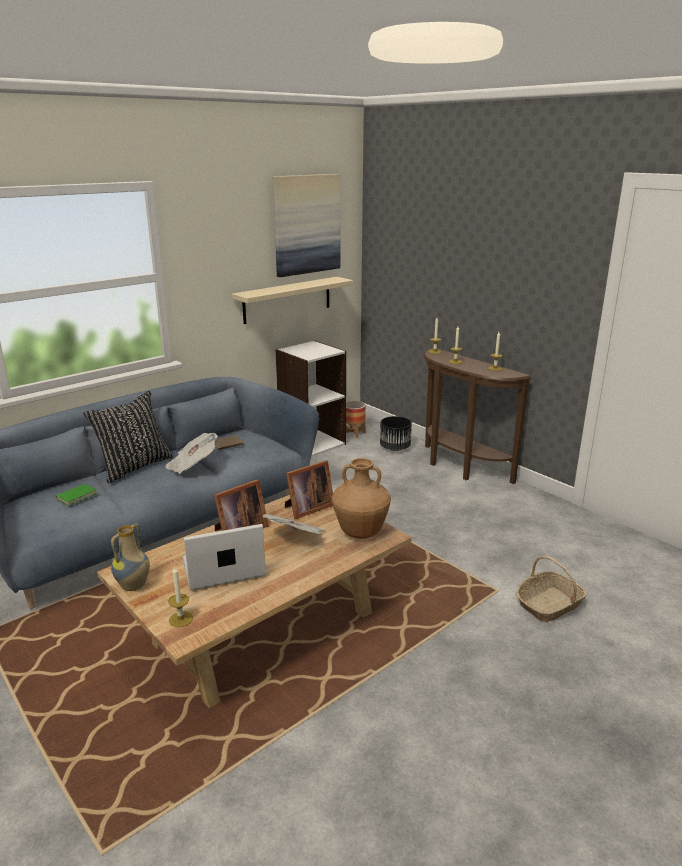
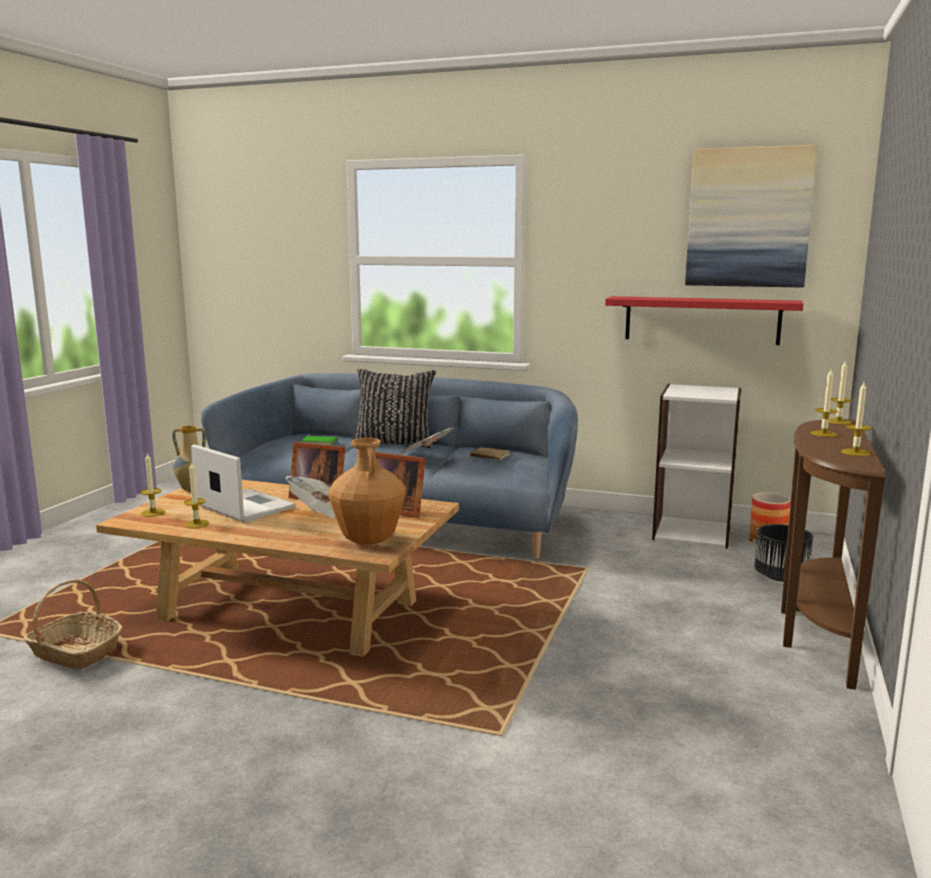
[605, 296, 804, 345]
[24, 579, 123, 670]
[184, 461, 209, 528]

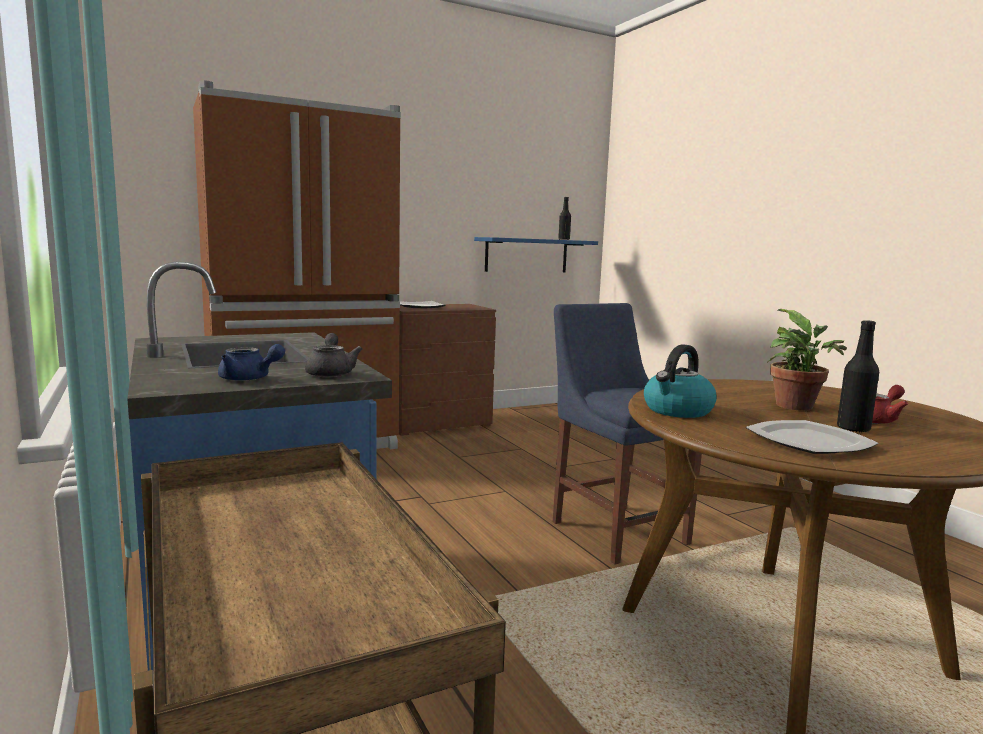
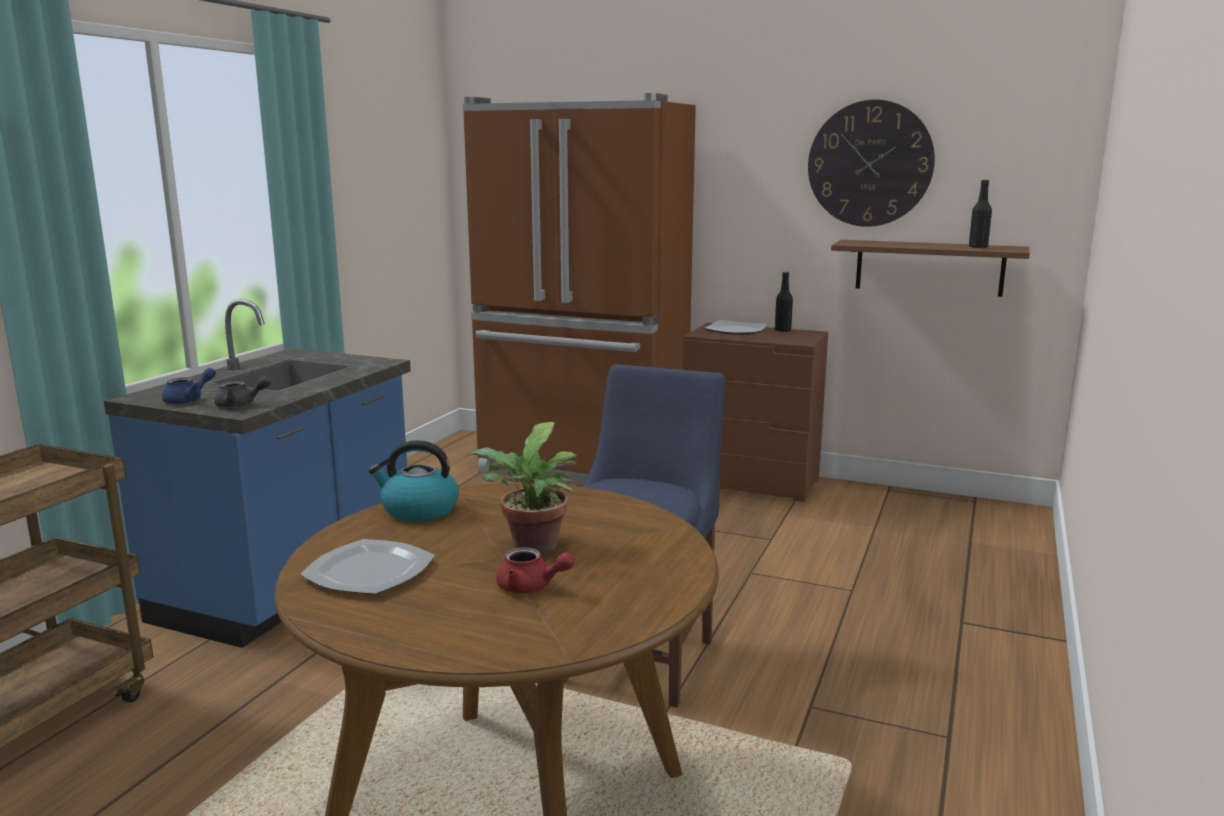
[162, 368, 216, 404]
[215, 376, 271, 408]
[831, 240, 1030, 297]
[775, 272, 793, 332]
[808, 100, 935, 227]

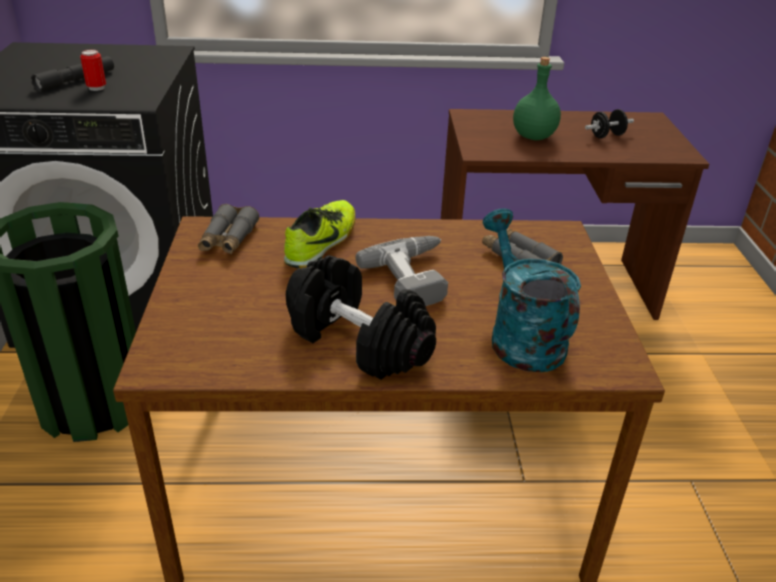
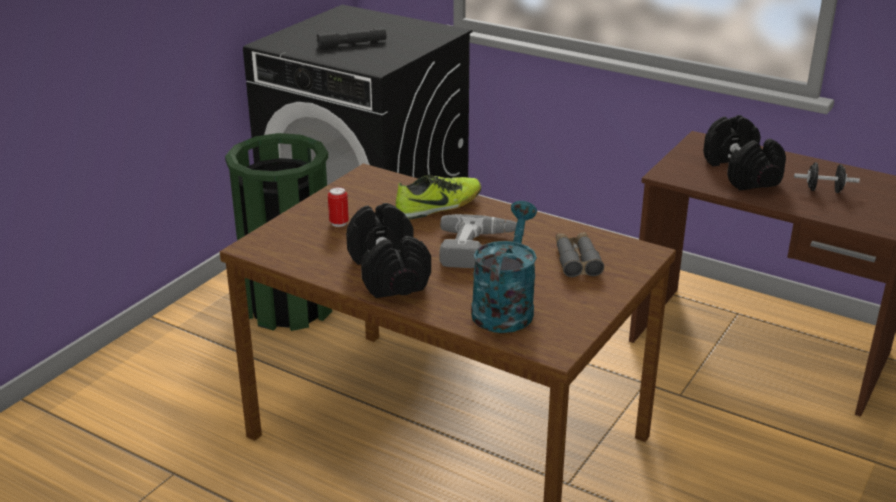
[328, 187, 349, 227]
[198, 204, 259, 254] (first image)
[703, 115, 786, 190]

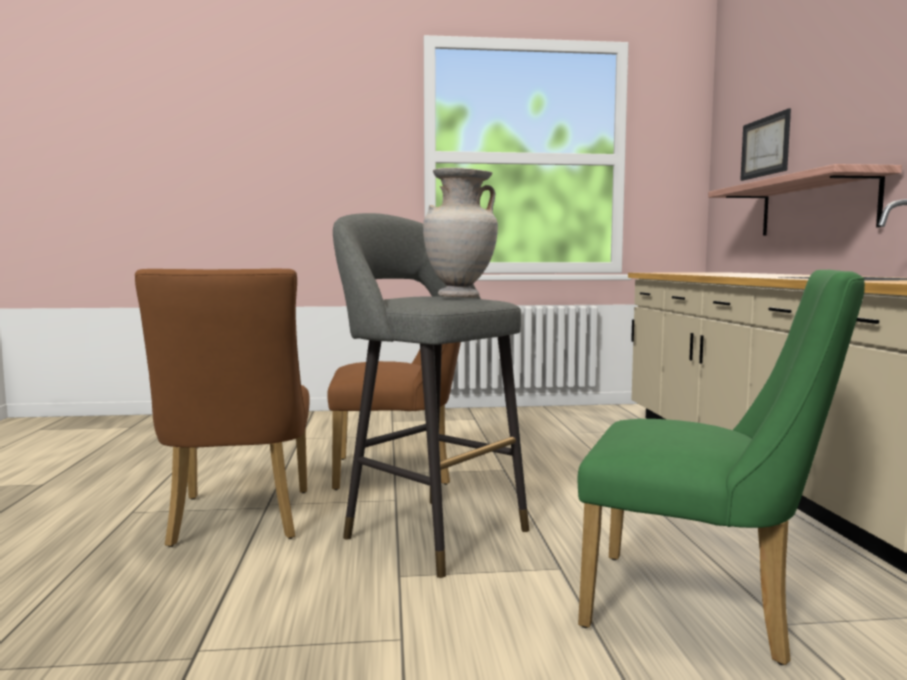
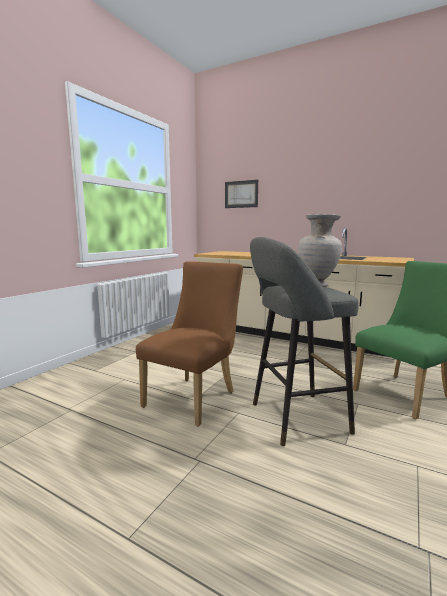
[135, 268, 310, 547] (first image)
[708, 164, 902, 236] (first image)

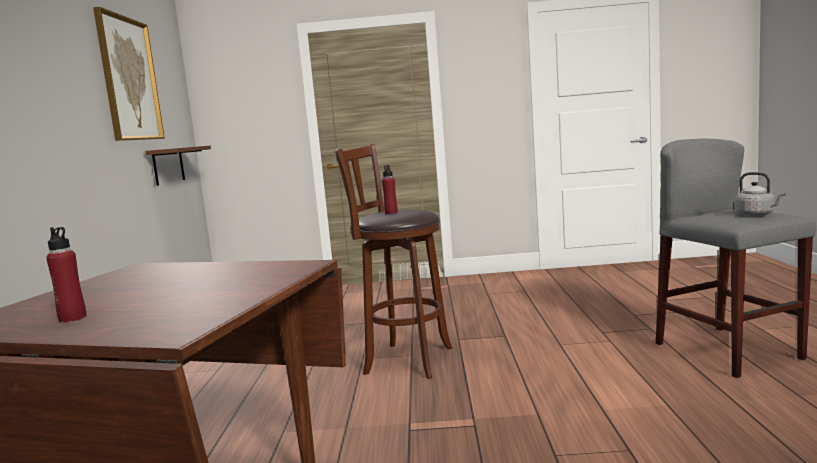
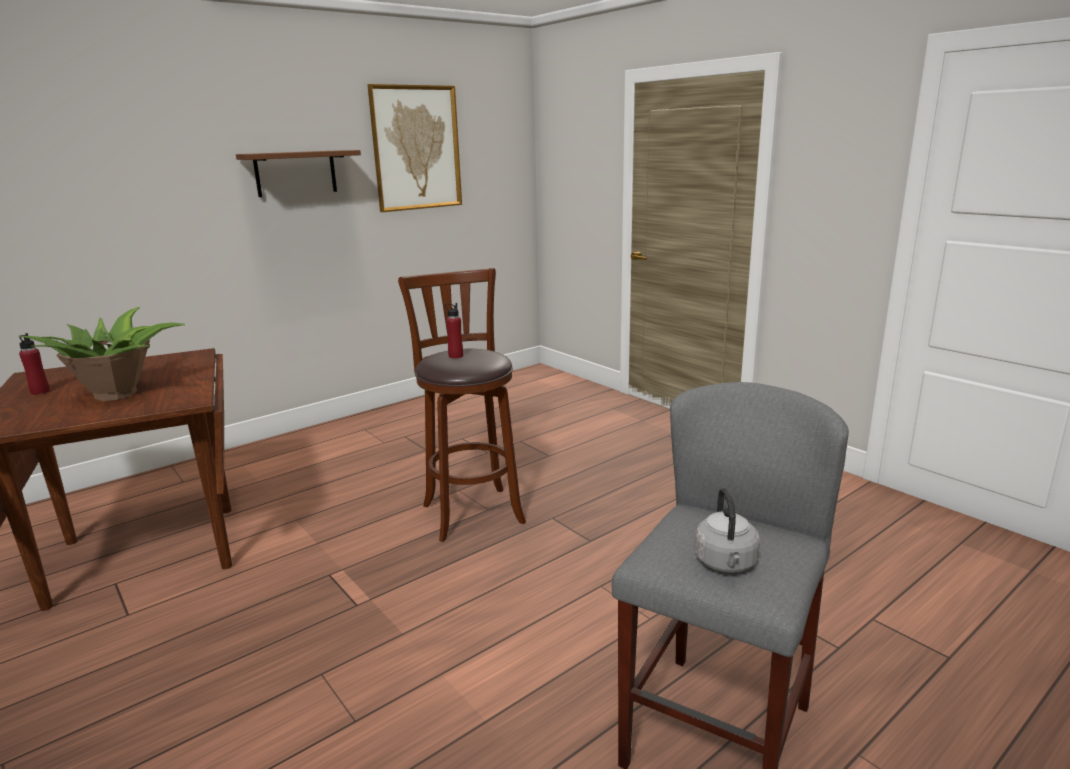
[236, 150, 361, 197]
[19, 307, 185, 401]

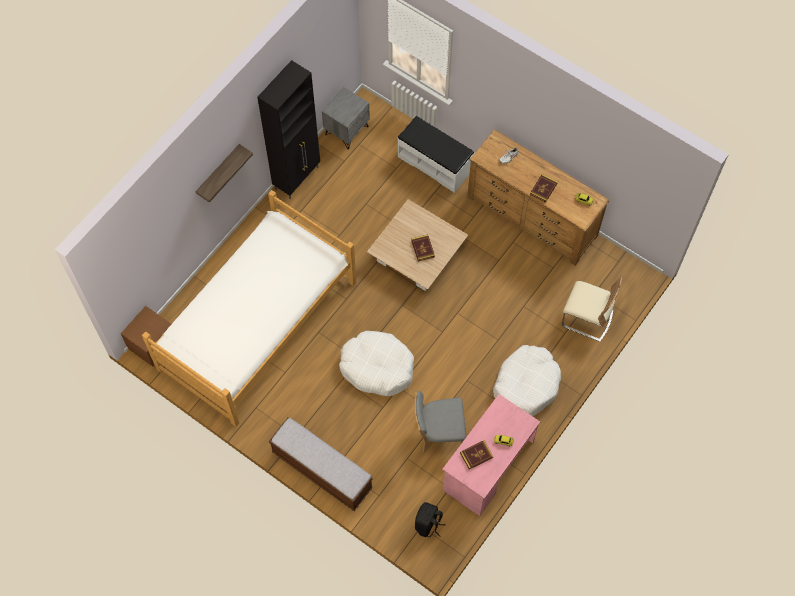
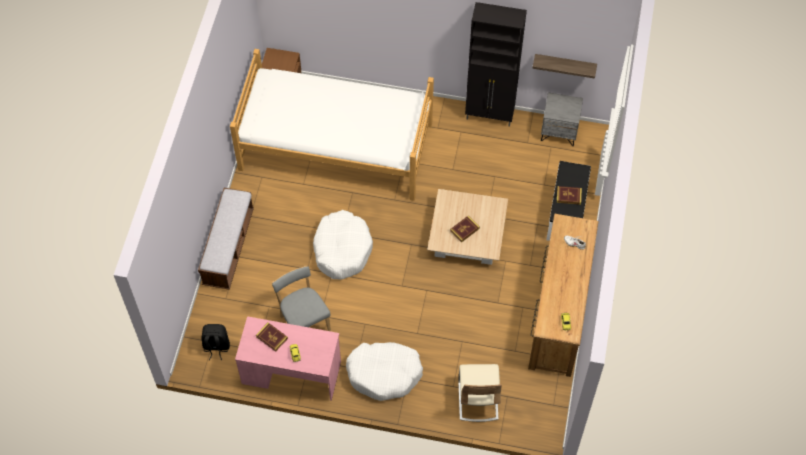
[532, 54, 597, 79]
[557, 186, 582, 205]

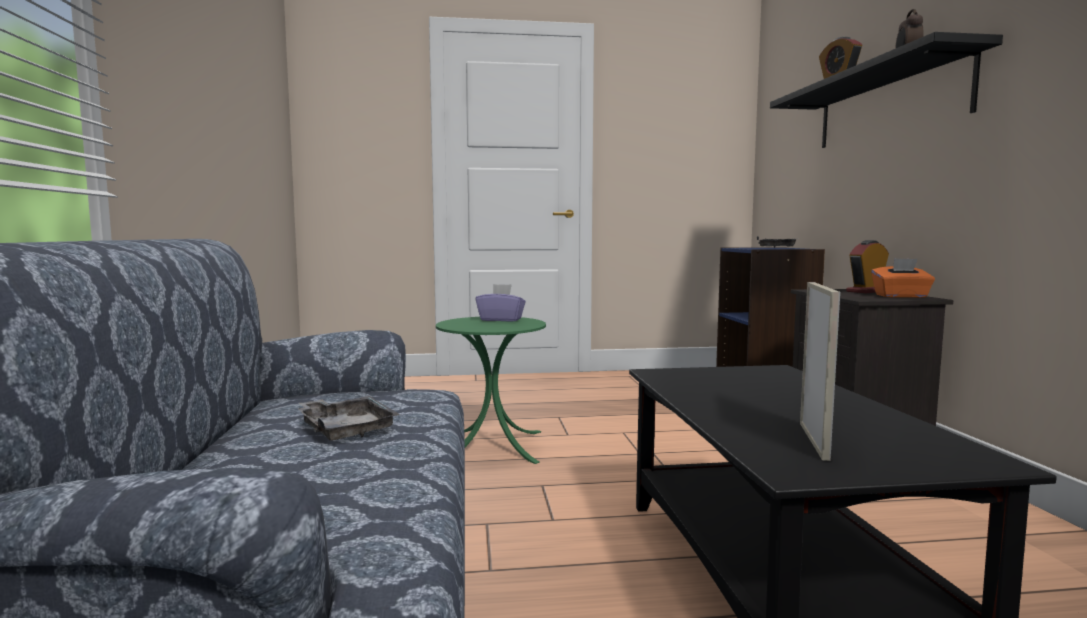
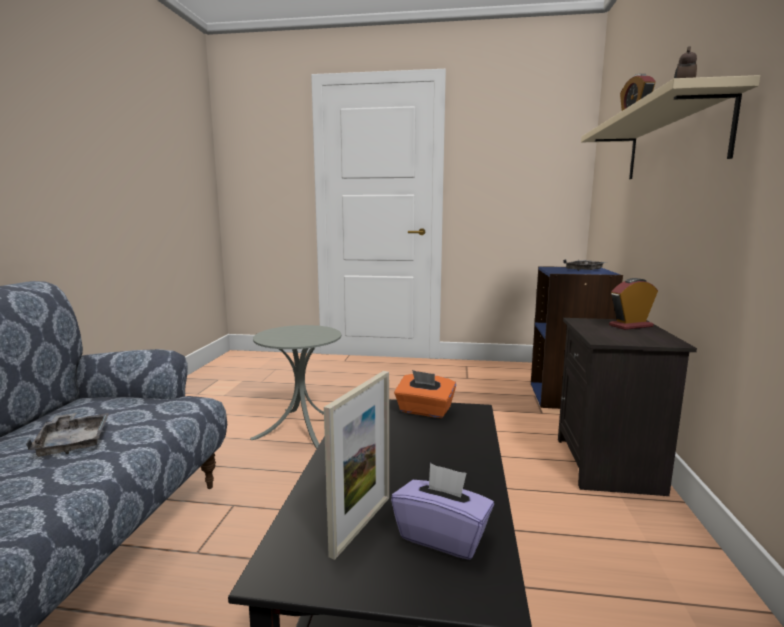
[250, 325, 341, 449]
[391, 463, 494, 560]
[581, 75, 760, 179]
[394, 370, 456, 418]

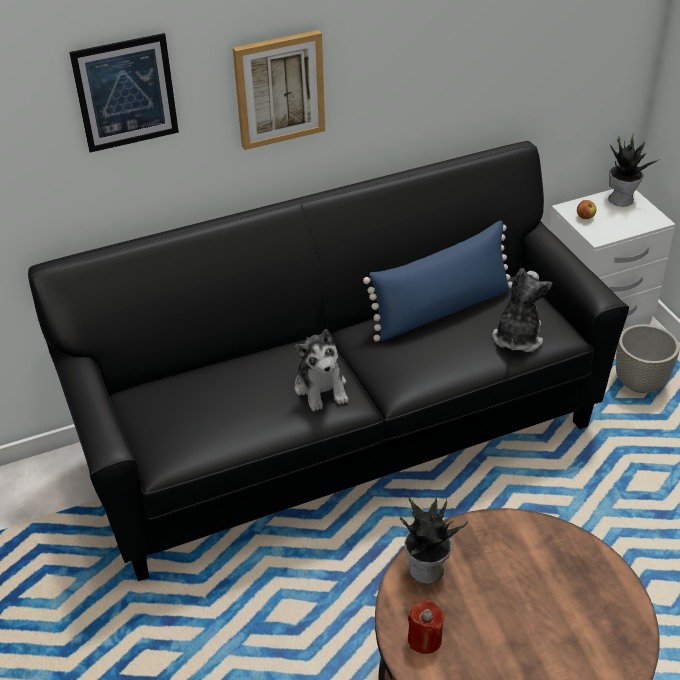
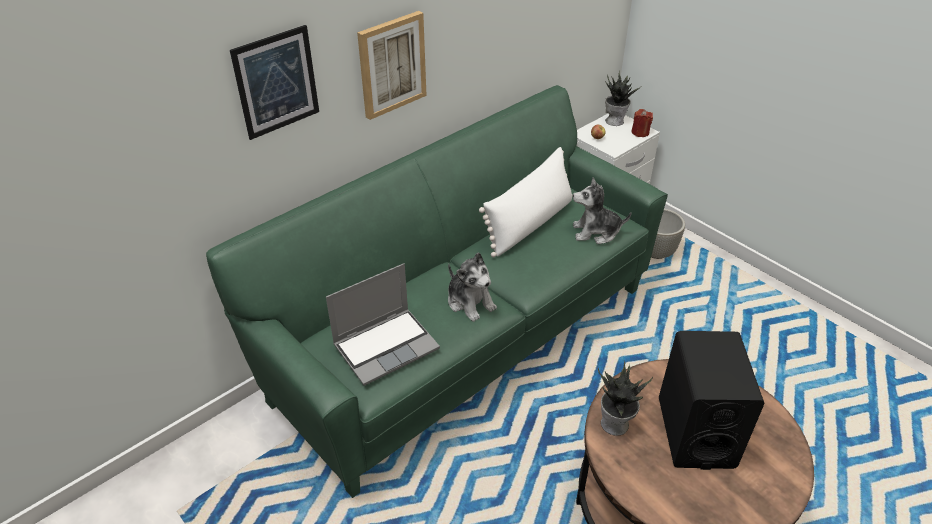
[206, 85, 668, 498]
[479, 147, 573, 257]
[631, 109, 653, 137]
[573, 177, 632, 244]
[326, 263, 440, 386]
[659, 331, 765, 470]

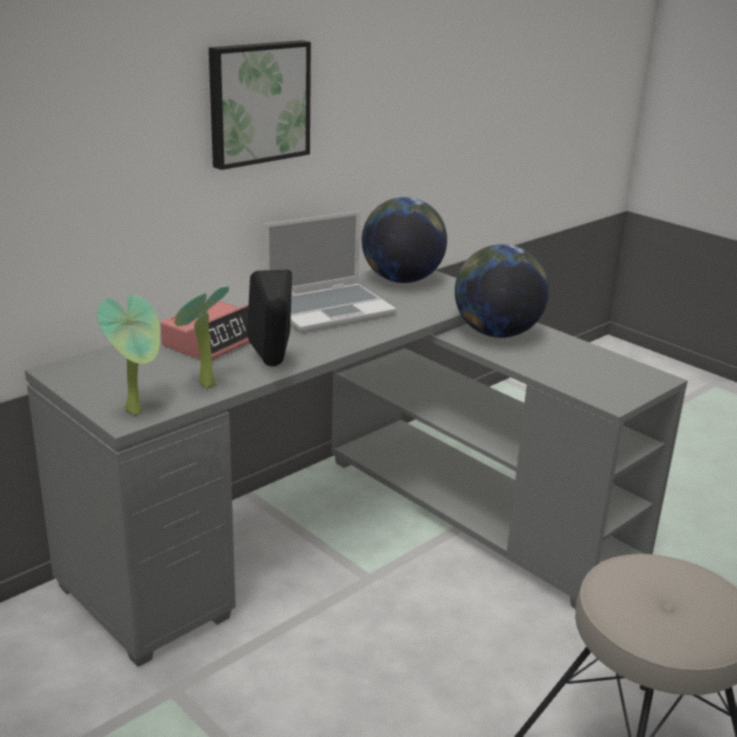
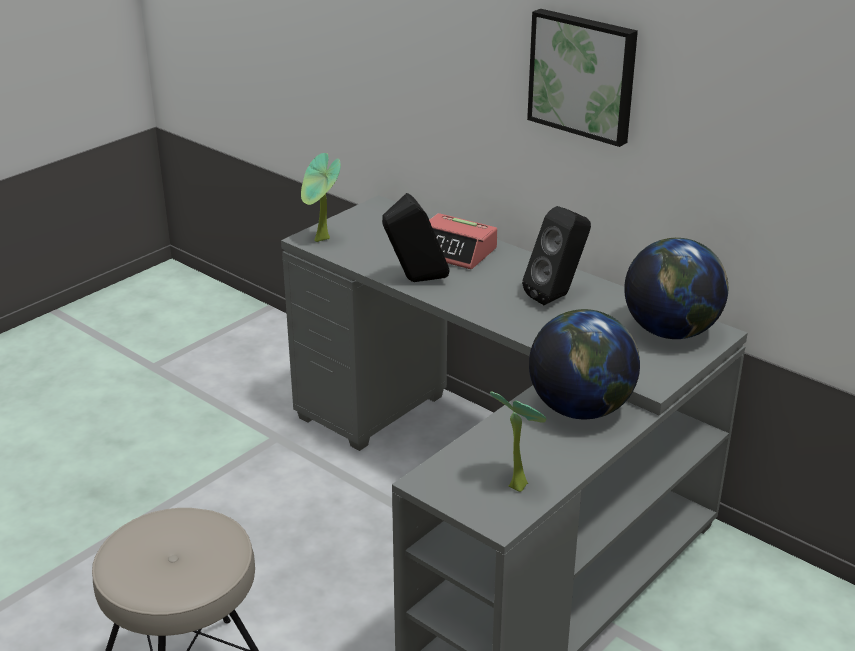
[490, 392, 547, 492]
[522, 206, 591, 305]

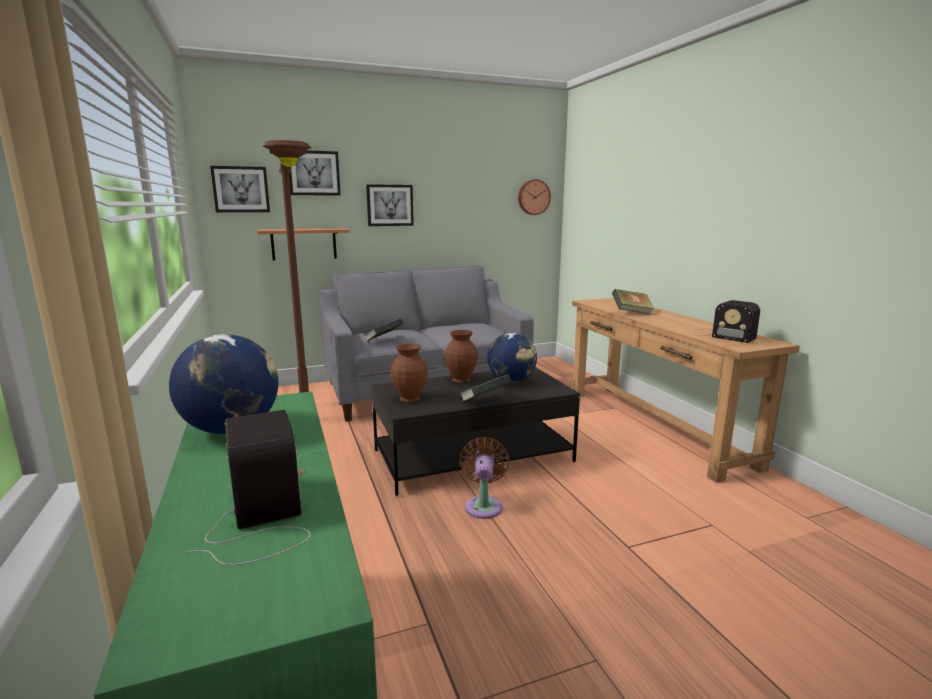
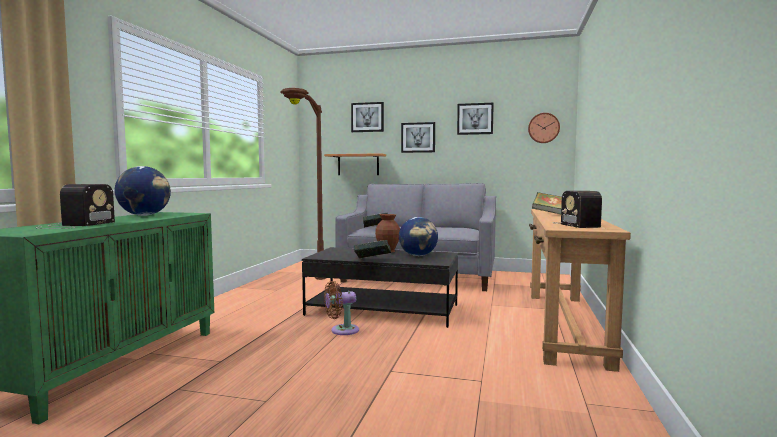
[457, 103, 494, 135]
[390, 343, 428, 402] (first image)
[324, 281, 359, 335]

